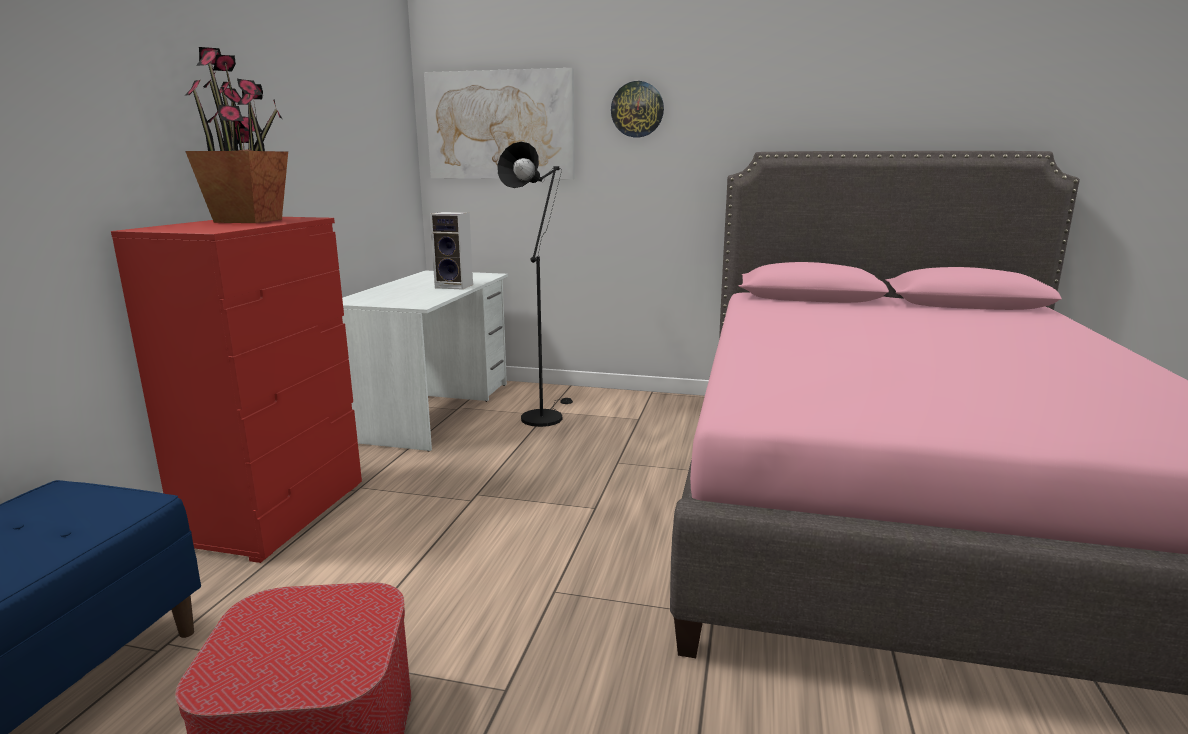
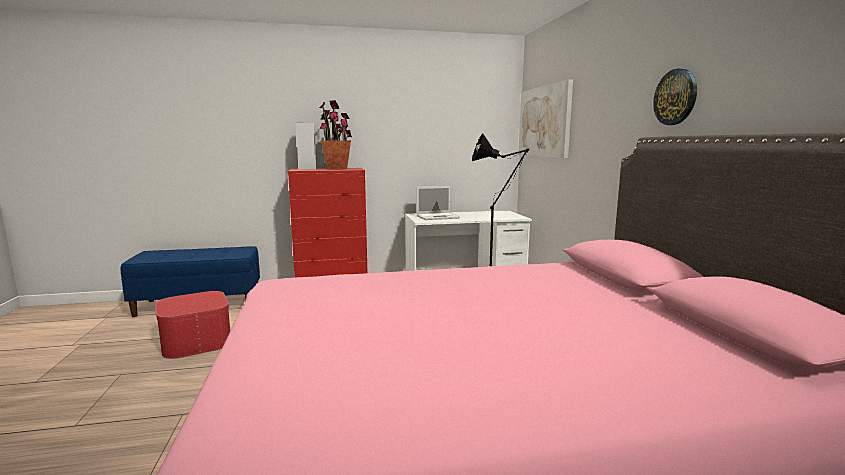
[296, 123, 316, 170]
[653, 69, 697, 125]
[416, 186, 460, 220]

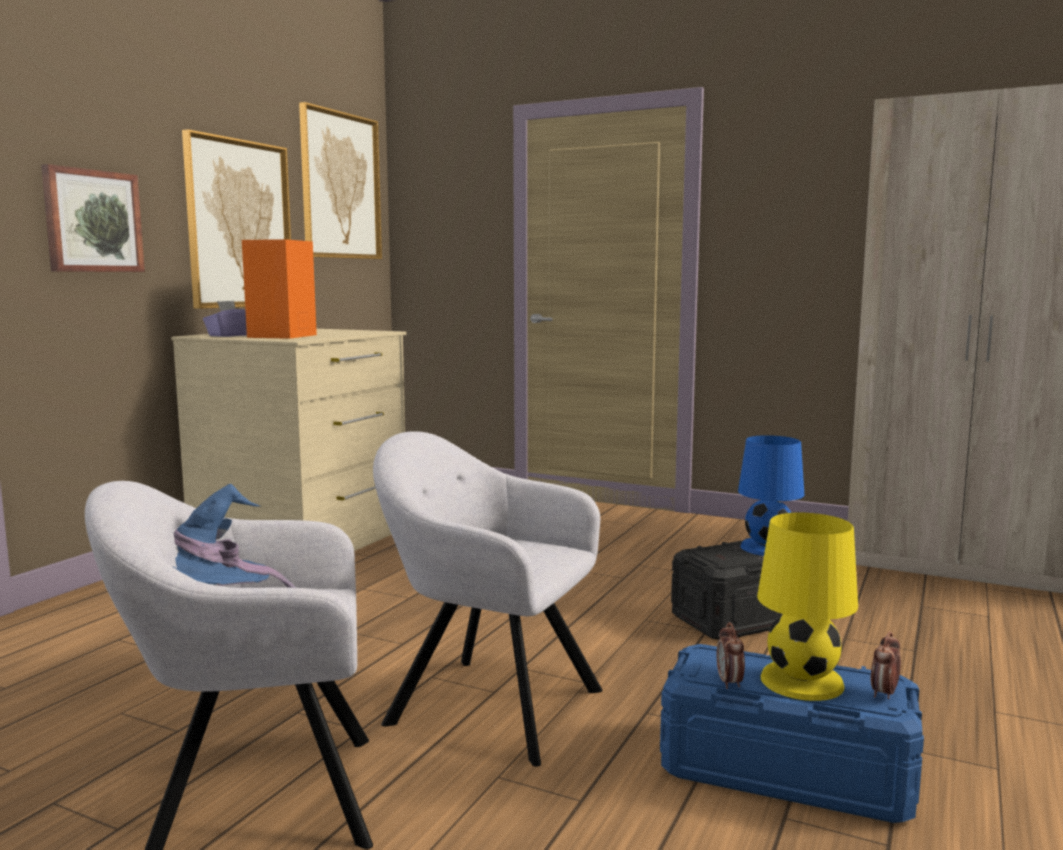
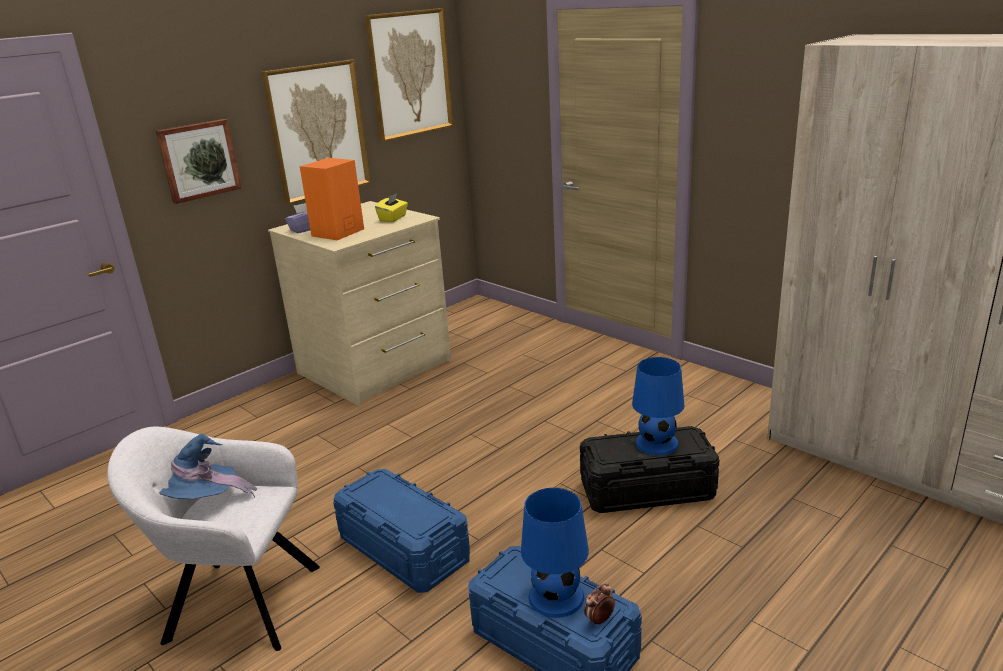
[333, 469, 470, 593]
[717, 622, 745, 689] (first image)
[521, 488, 589, 618]
[375, 193, 408, 222]

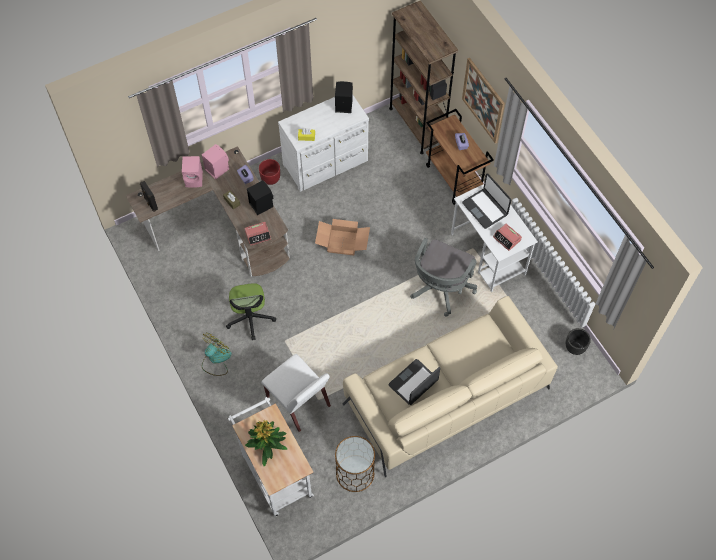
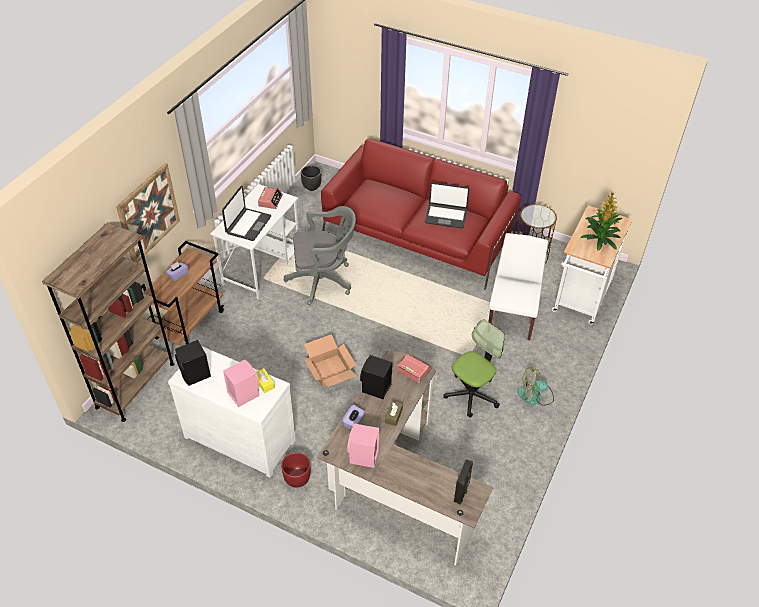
[223, 359, 259, 407]
[321, 138, 521, 290]

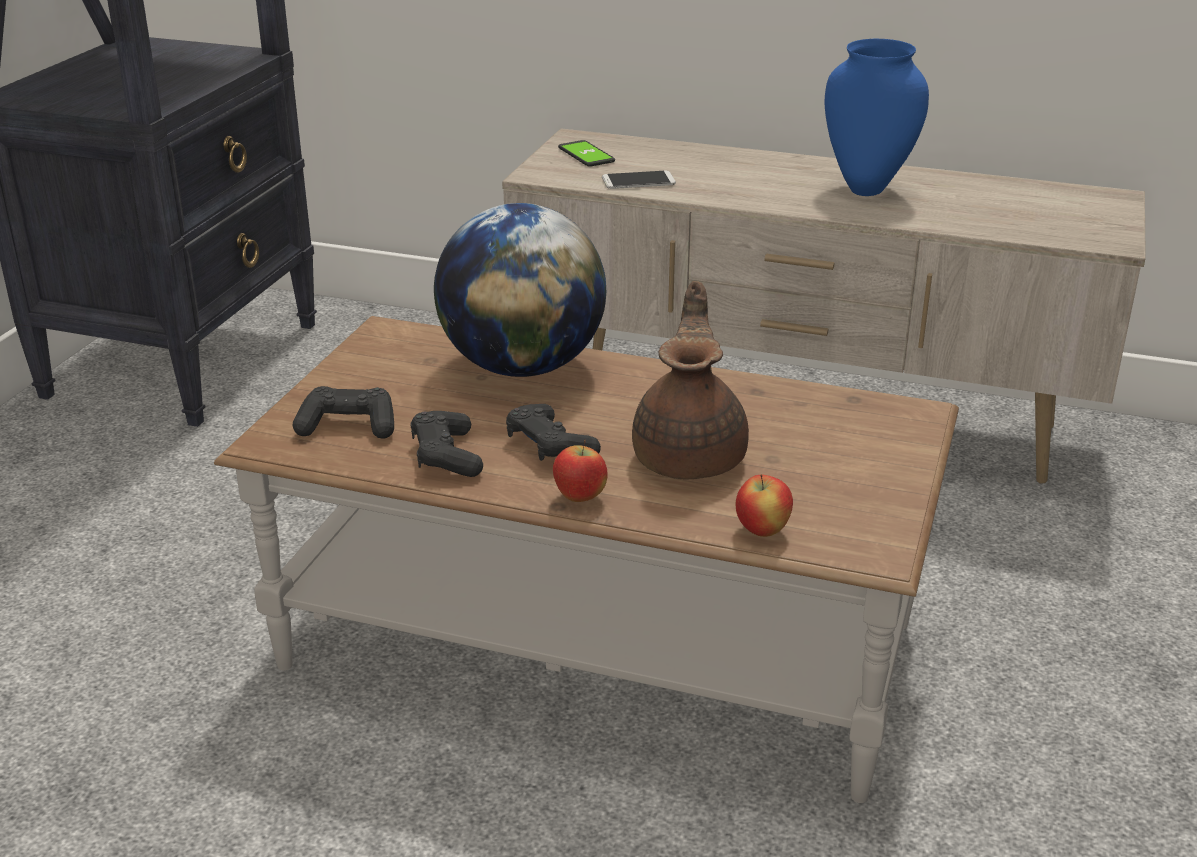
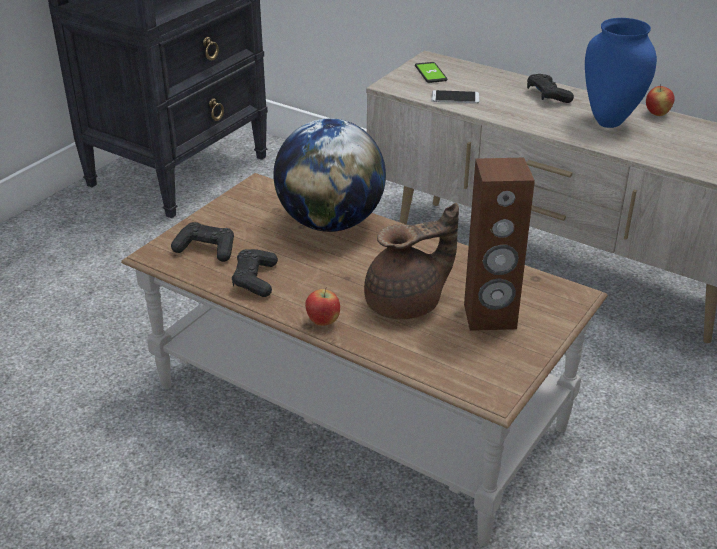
[527, 74, 574, 103]
[364, 203, 459, 320]
[646, 84, 675, 116]
[464, 158, 535, 331]

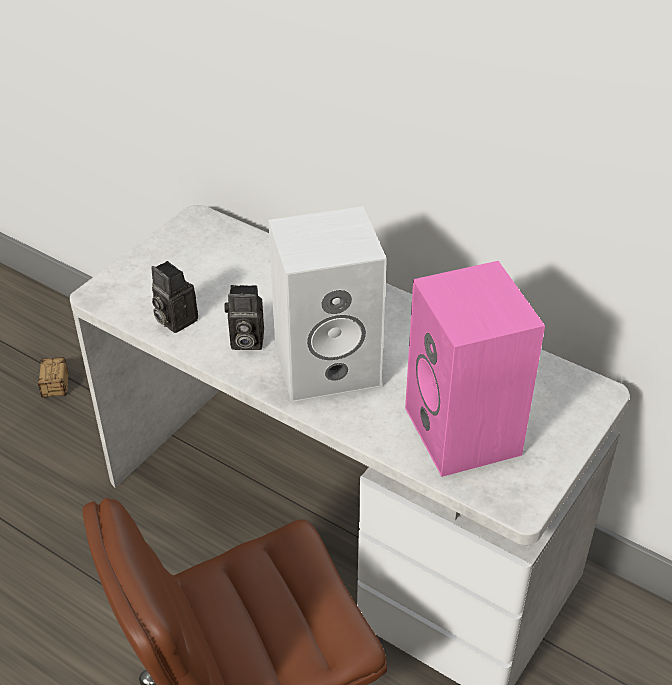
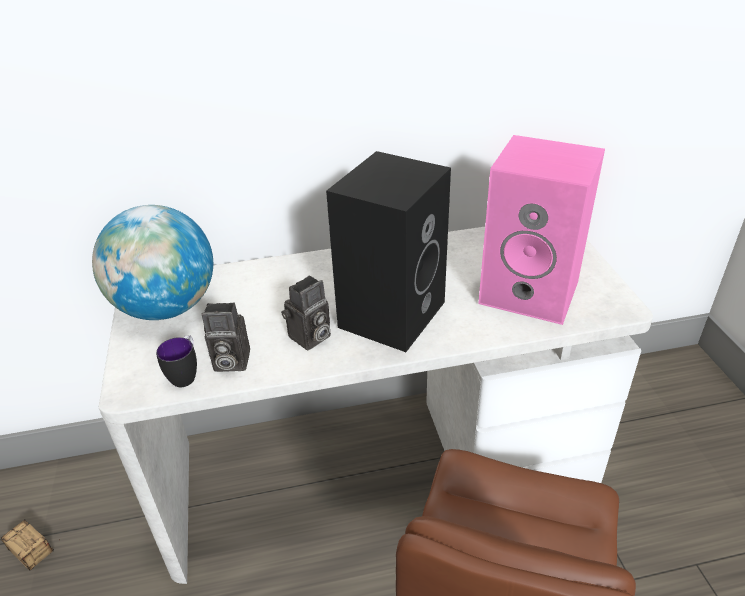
[326, 151, 451, 352]
[92, 205, 213, 320]
[156, 335, 197, 387]

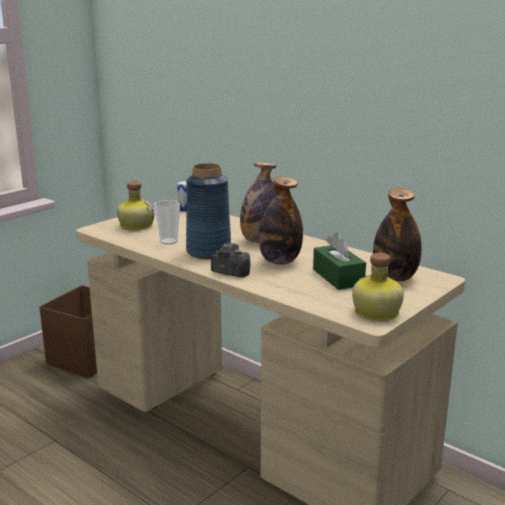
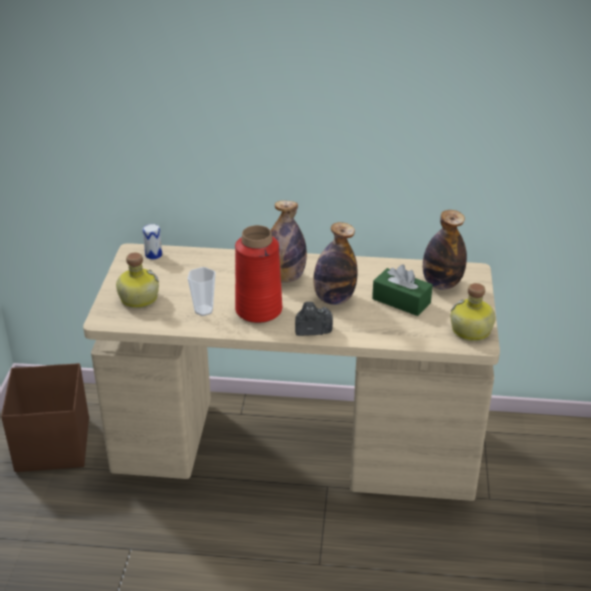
[235, 225, 282, 323]

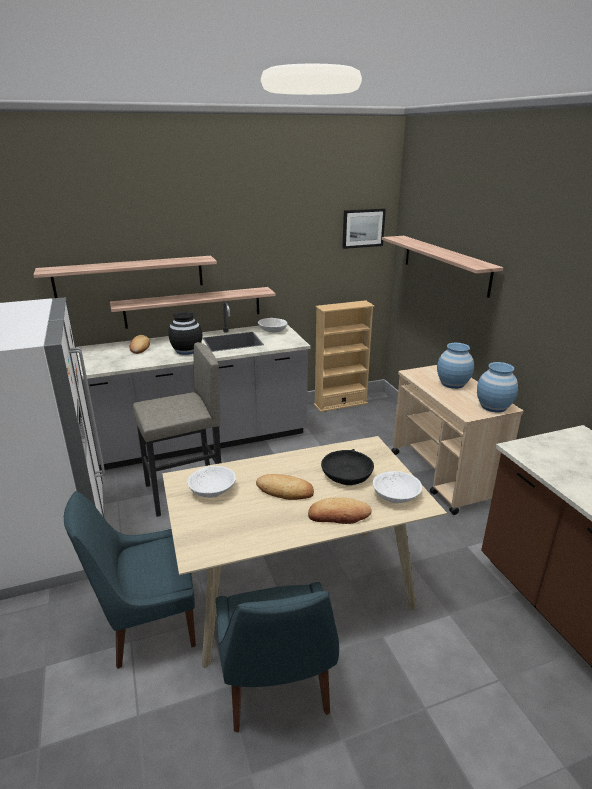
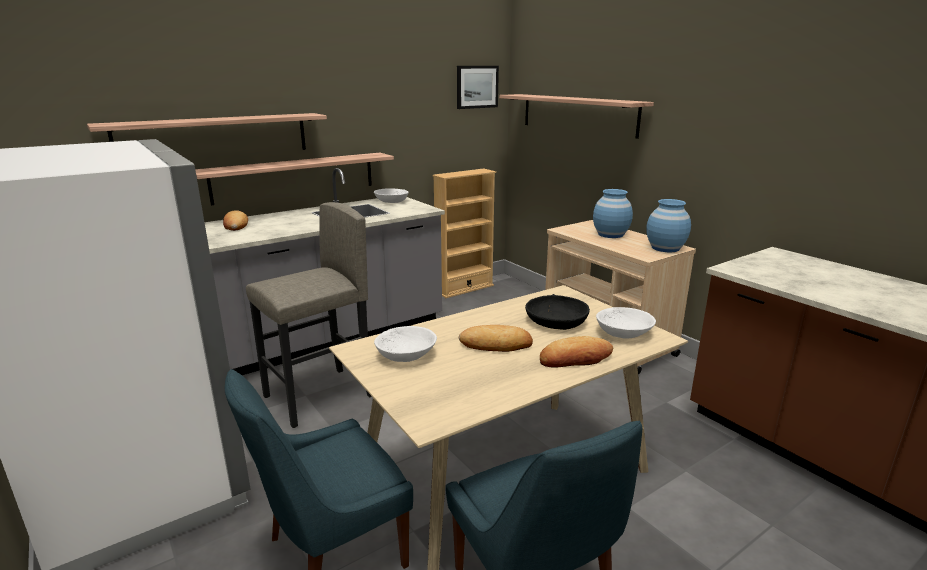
[168, 312, 202, 355] (first image)

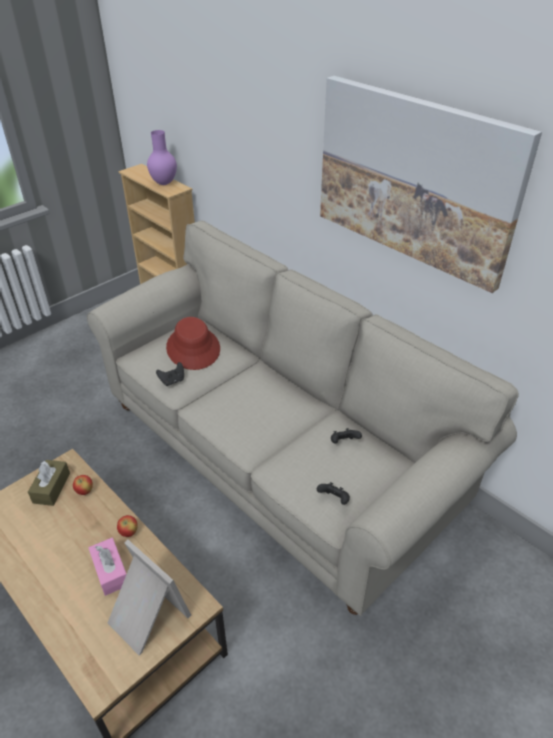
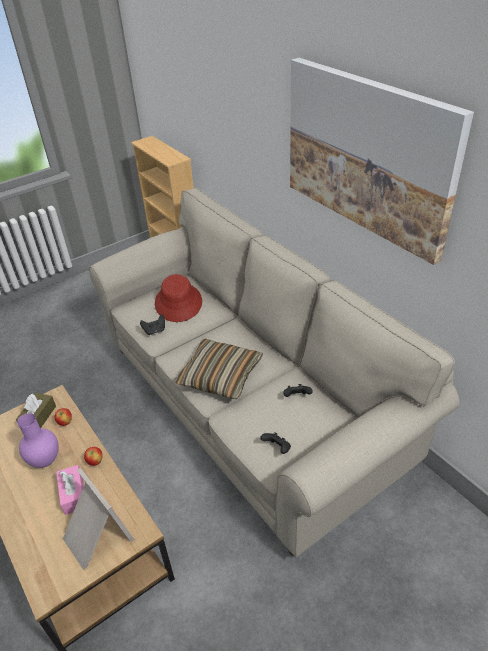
[17, 413, 59, 468]
[174, 339, 263, 399]

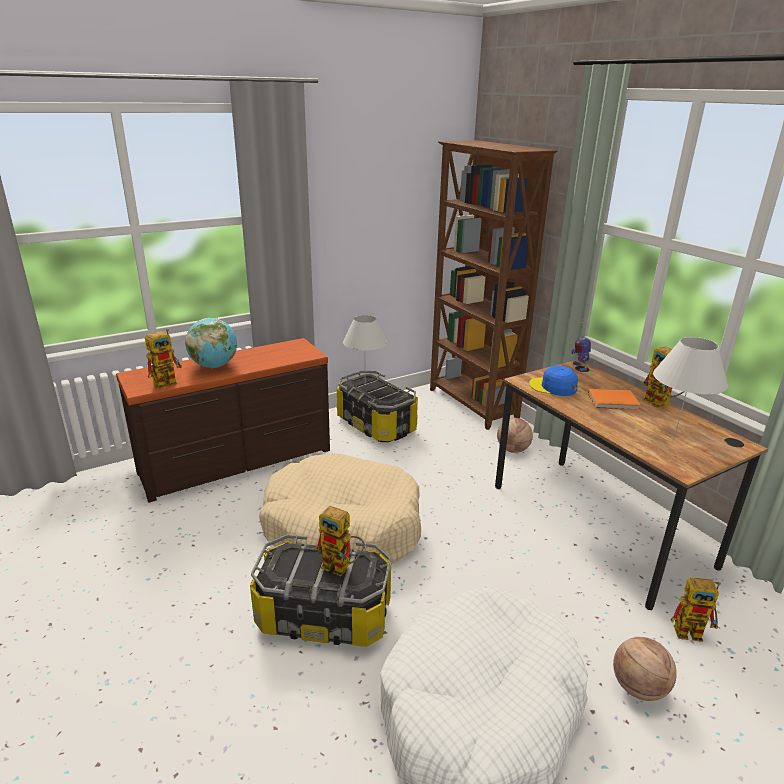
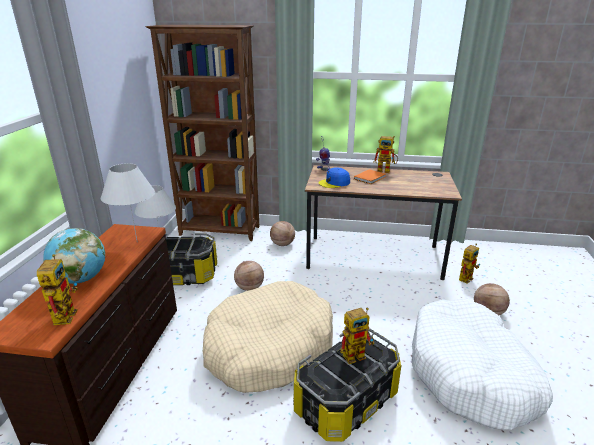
[101, 163, 155, 242]
[234, 261, 264, 291]

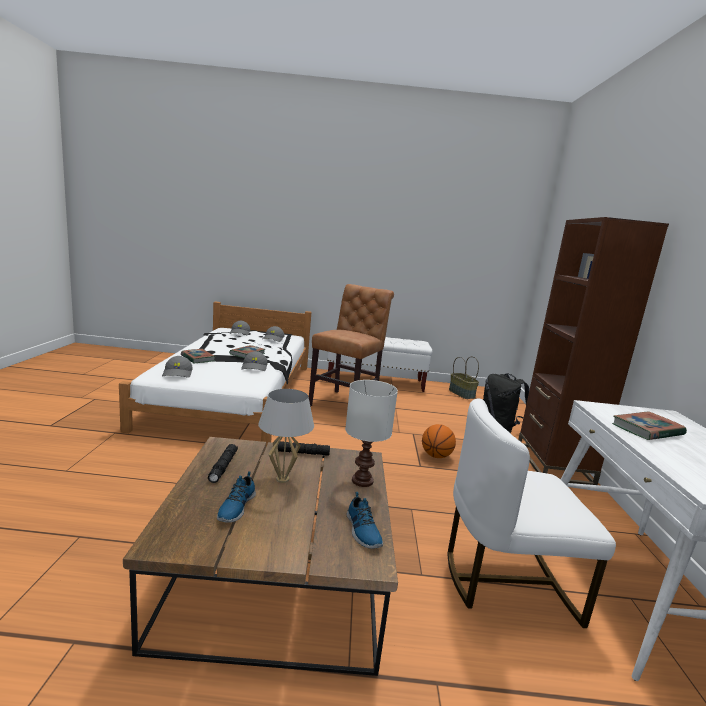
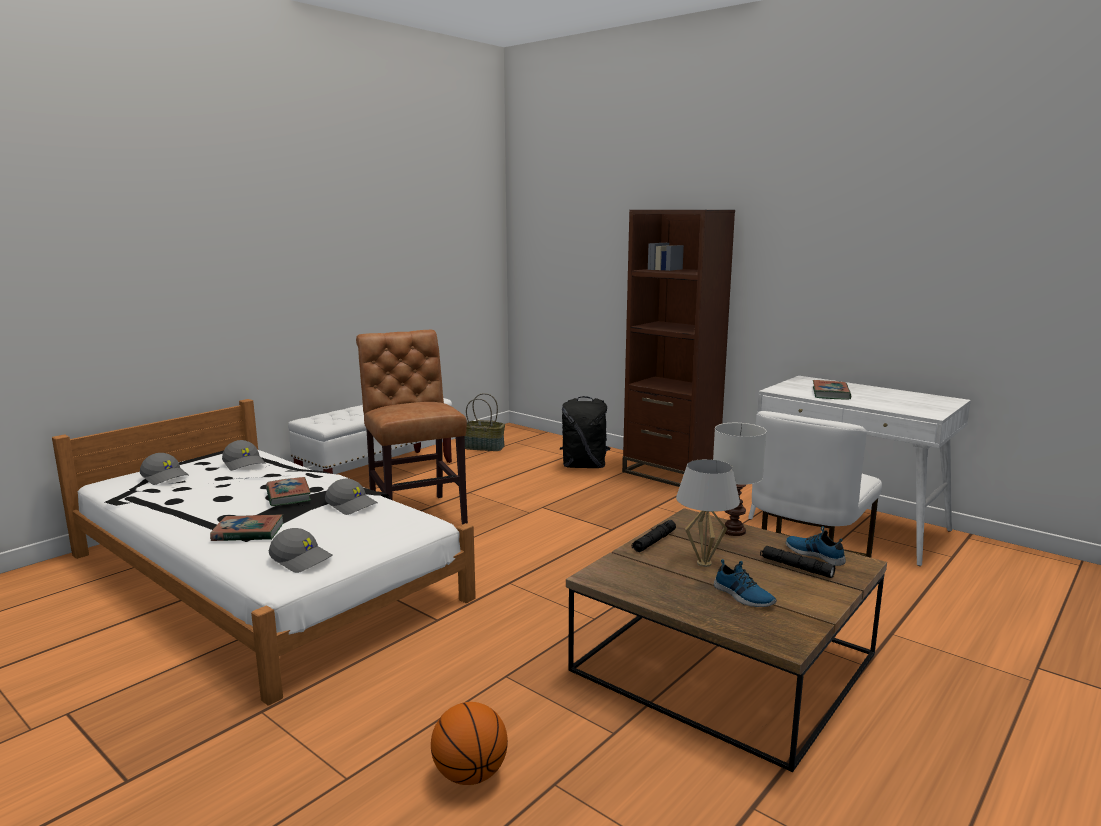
[760, 546, 835, 578]
[786, 526, 846, 566]
[431, 702, 508, 785]

